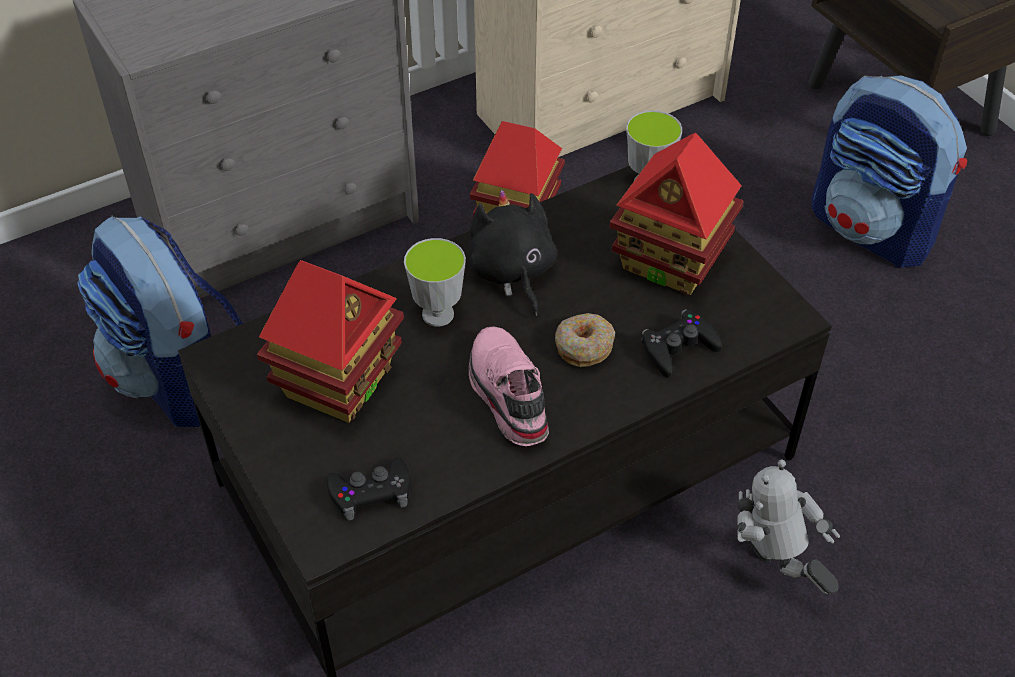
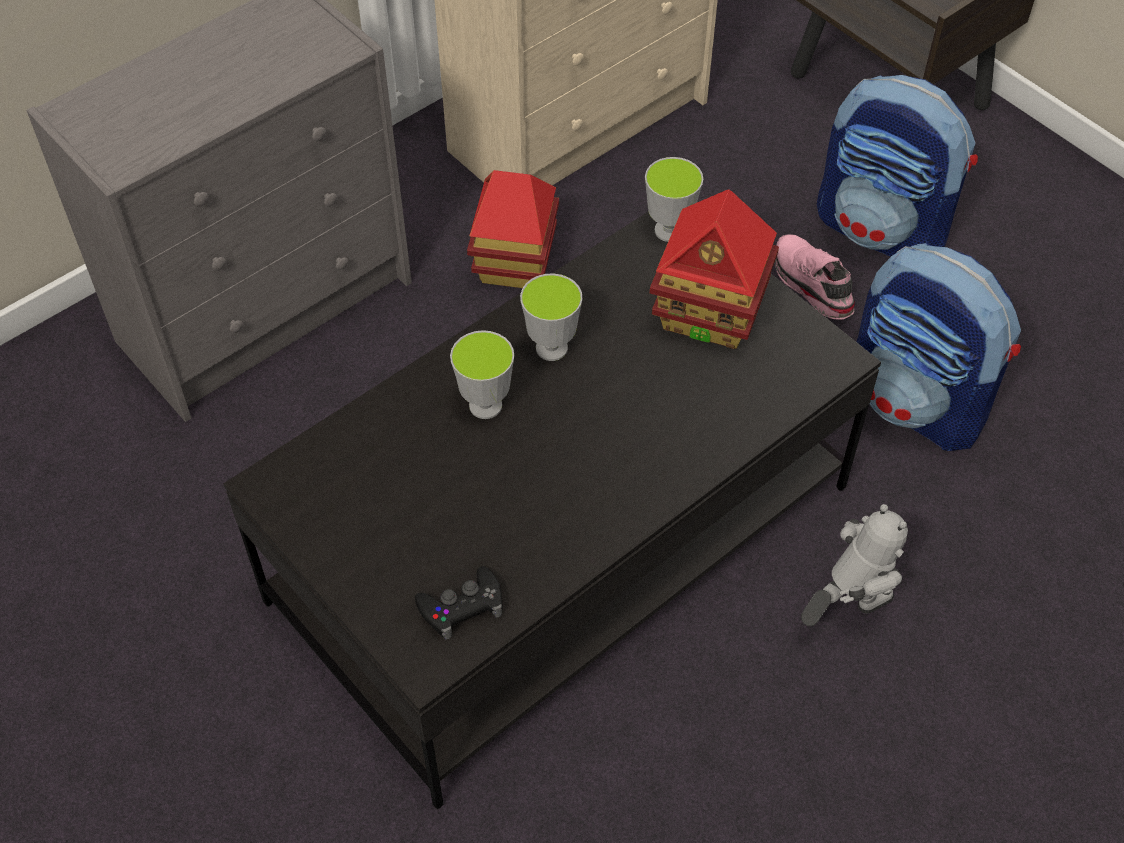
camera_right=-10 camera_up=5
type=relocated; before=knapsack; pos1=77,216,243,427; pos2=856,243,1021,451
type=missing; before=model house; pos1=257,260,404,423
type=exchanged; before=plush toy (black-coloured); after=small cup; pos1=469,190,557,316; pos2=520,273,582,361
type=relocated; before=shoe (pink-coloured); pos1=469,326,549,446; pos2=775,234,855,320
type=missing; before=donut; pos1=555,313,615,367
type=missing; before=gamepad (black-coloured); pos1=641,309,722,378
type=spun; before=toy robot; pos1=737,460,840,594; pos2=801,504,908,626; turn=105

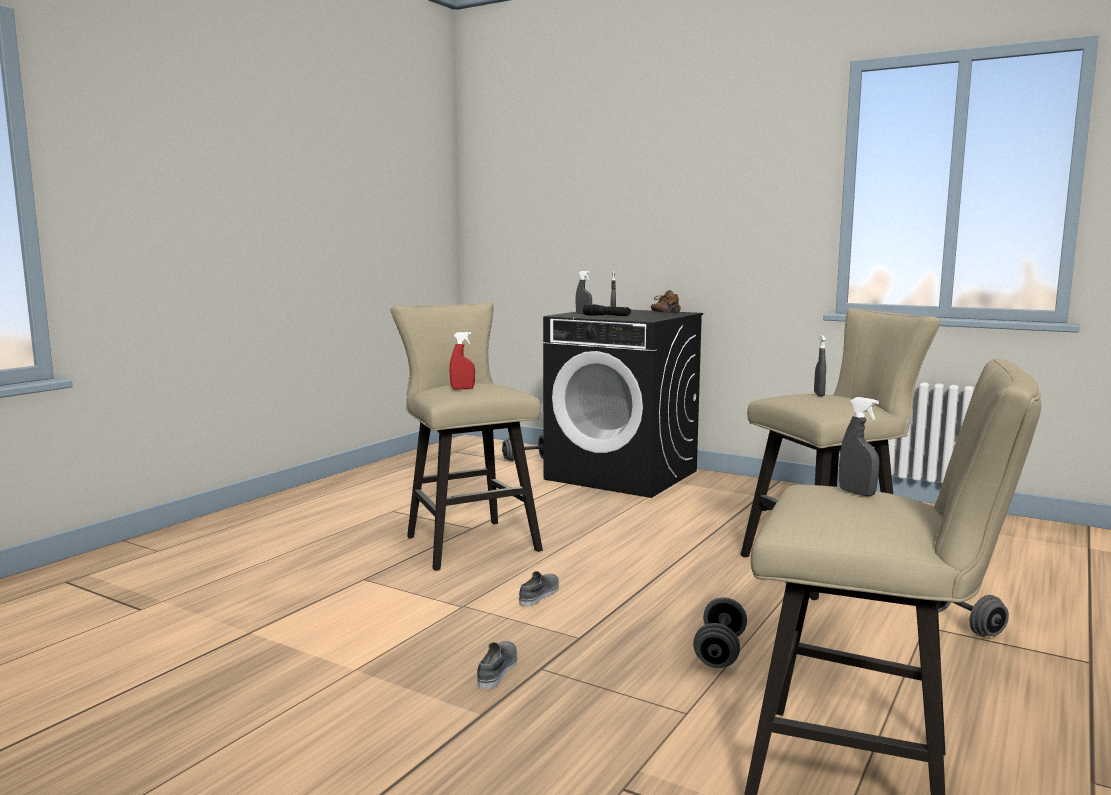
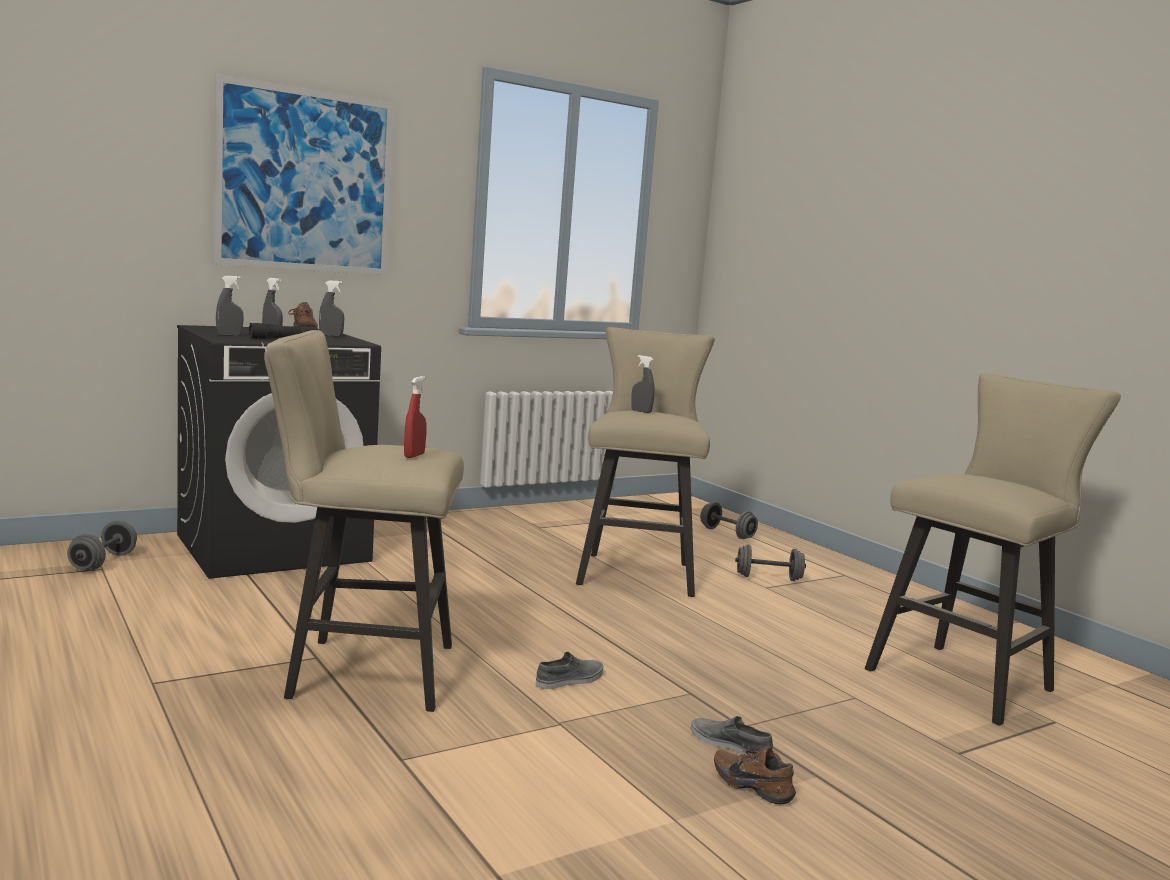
camera_right=-65 camera_up=0
type=spun; before=shoe (grey); pos1=519,571,559,607; pos2=536,652,603,689; turn=90
type=relocated; before=free weight (grey); pos1=693,597,747,668; pos2=700,502,758,539
type=relocated; before=hand sprayer (grey); pos1=839,397,879,496; pos2=319,280,344,337
type=appeared; after=picture; pos2=214,74,394,275
type=appeared; after=shoe (brownish); pos2=714,746,796,804

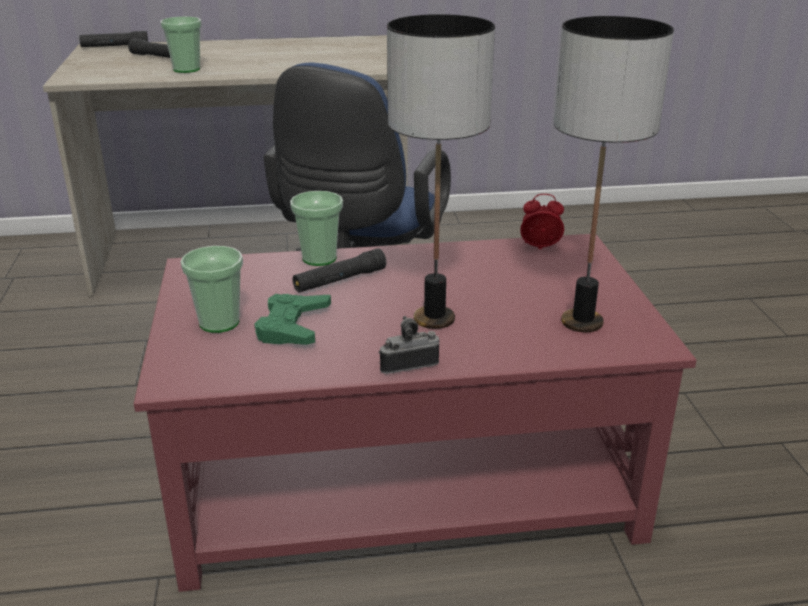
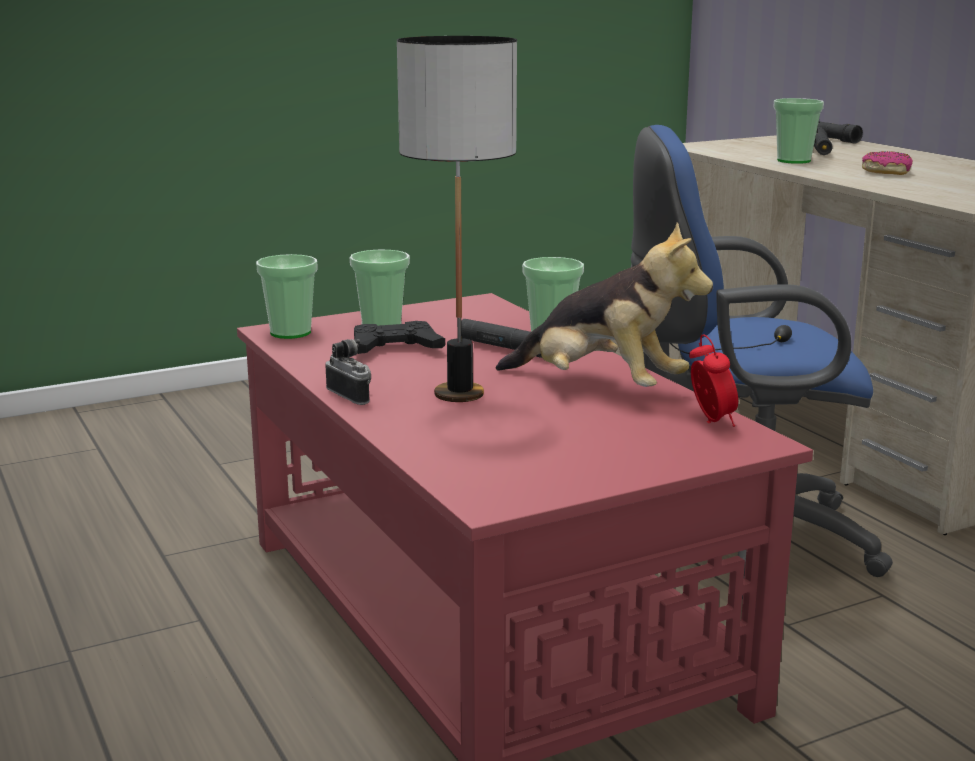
camera_right=70 camera_up=-10
type=colour; before=gamepad (green-coloured); after=gamepad (black-coloured); pos1=254,294,331,345; pos2=354,321,445,354
type=missing; before=table lamp; pos1=554,16,674,332
type=appeared; after=small cup; pos2=256,254,317,339
type=appeared; after=plush toy; pos2=496,222,713,387
type=appeared; after=donut; pos2=862,151,913,175

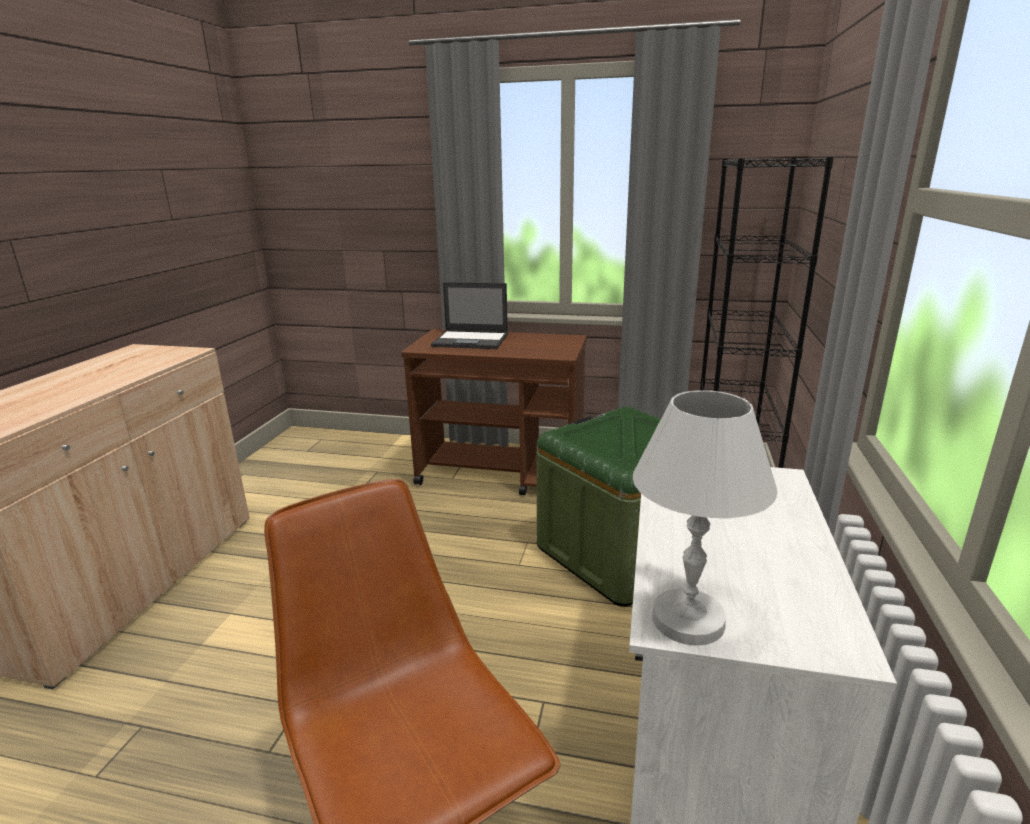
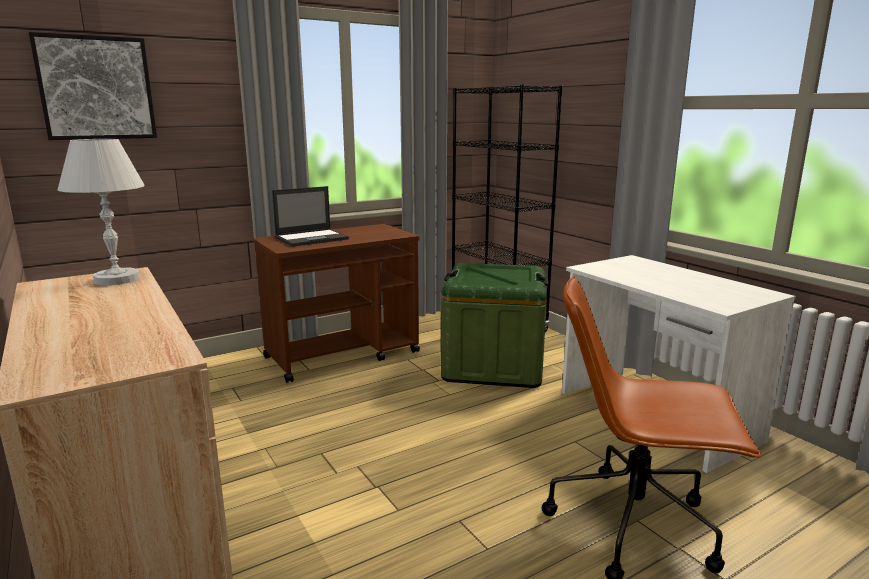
camera_right=-45 camera_up=-5
type=relocated; before=table lamp (white-coloured); pos1=633,390,777,646; pos2=58,139,145,285
type=appeared; after=picture; pos2=29,32,157,140

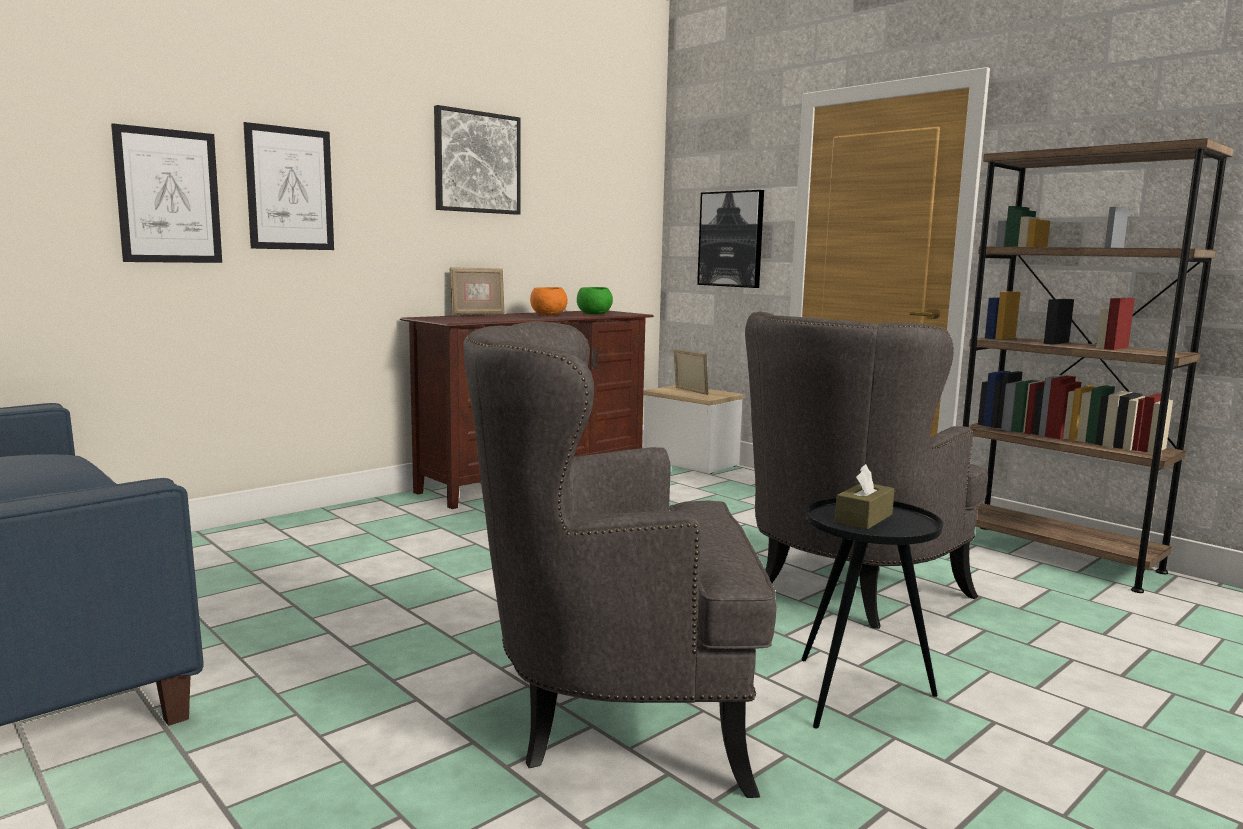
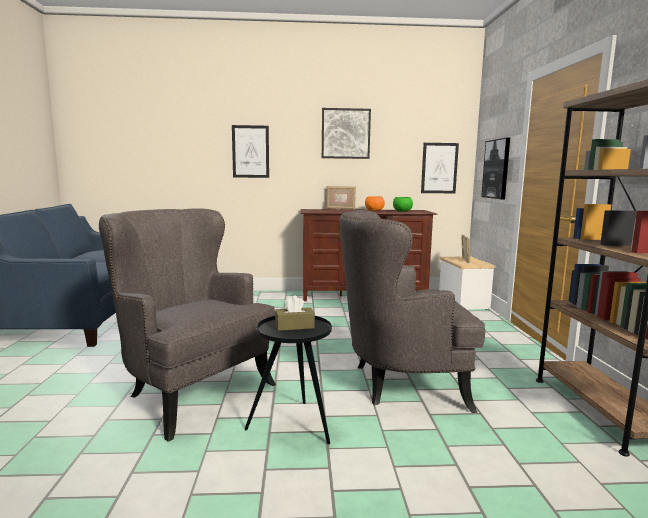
camera_right=40 camera_up=0
type=relocated; before=picture; pos1=111,123,222,263; pos2=421,143,459,193

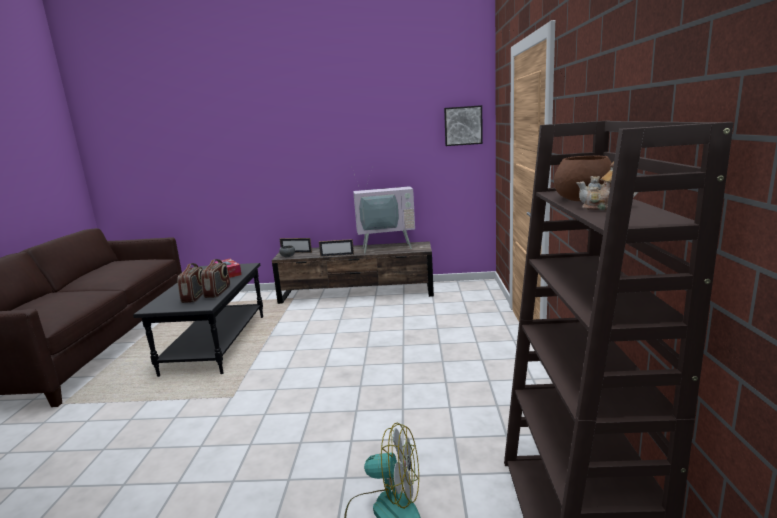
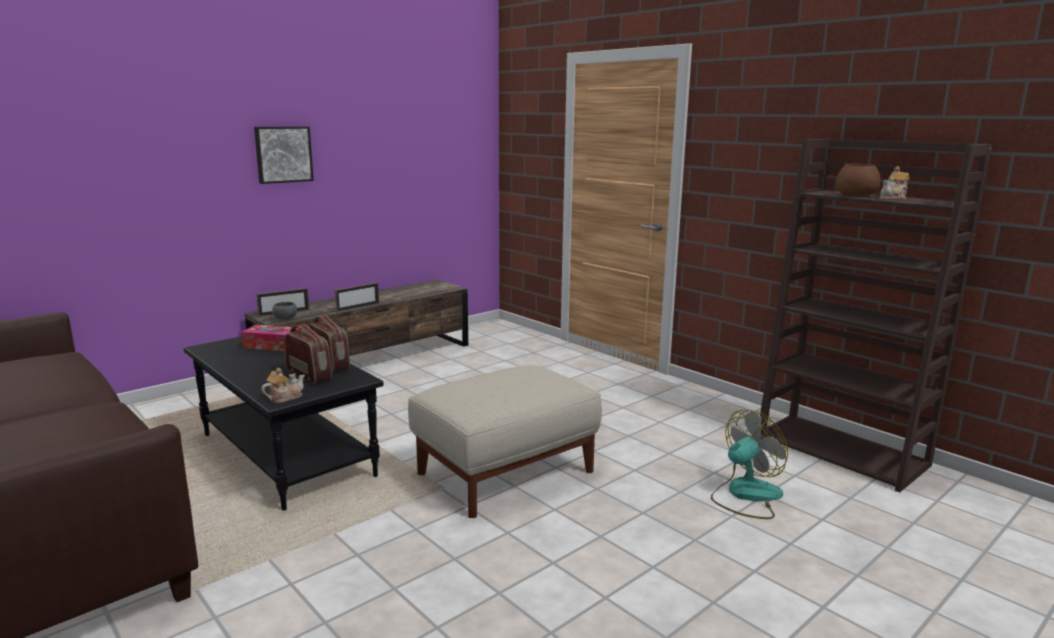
camera_right=-45 camera_up=0
type=missing; before=television; pos1=351,166,415,254
type=relocated; before=picture; pos1=444,105,483,146; pos2=254,126,314,184
type=appeared; after=teapot; pos2=261,368,305,403
type=appeared; after=pouffe (beige); pos2=408,365,602,518

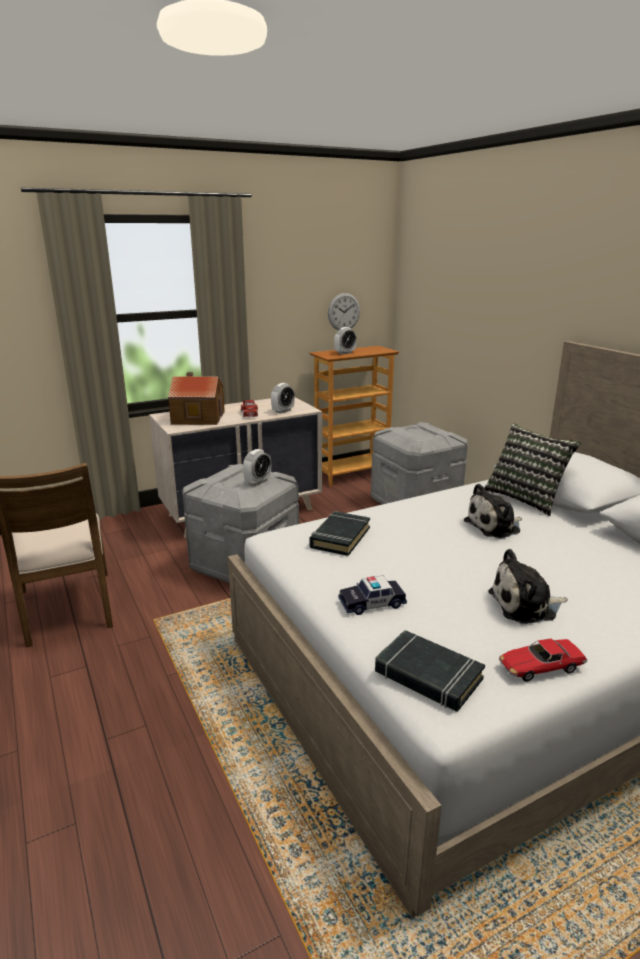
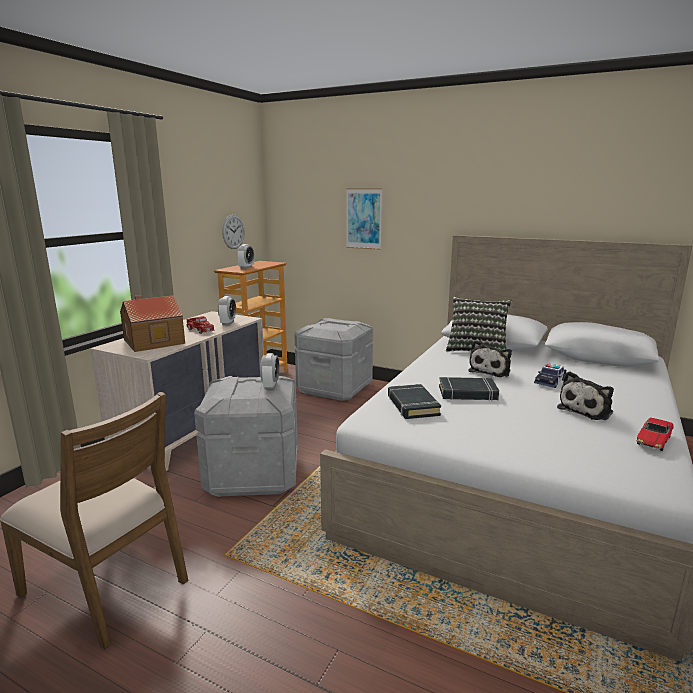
camera_right=-35 camera_up=-5
type=relocated; before=toy car; pos1=338,576,407,615; pos2=534,363,566,388
type=relocated; before=book (black-coloured); pos1=375,630,485,712; pos2=439,377,499,401
type=appeared; after=picture; pos2=346,188,382,250

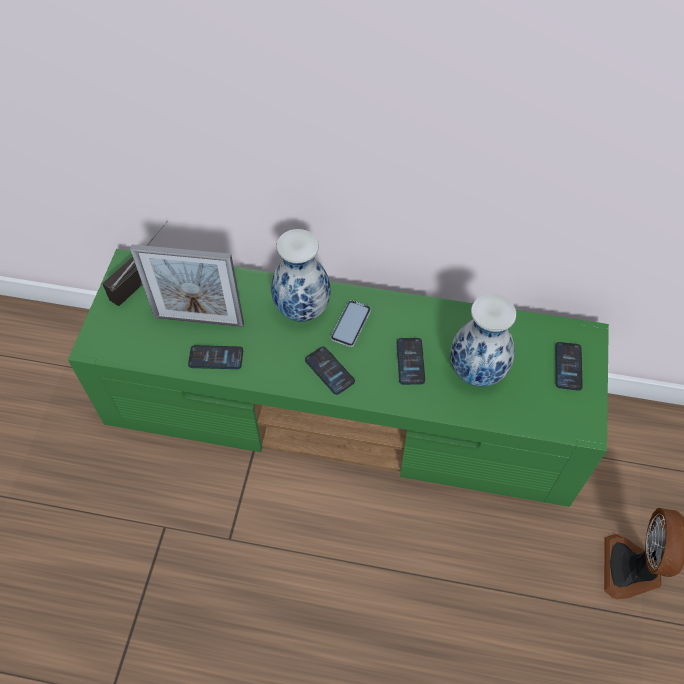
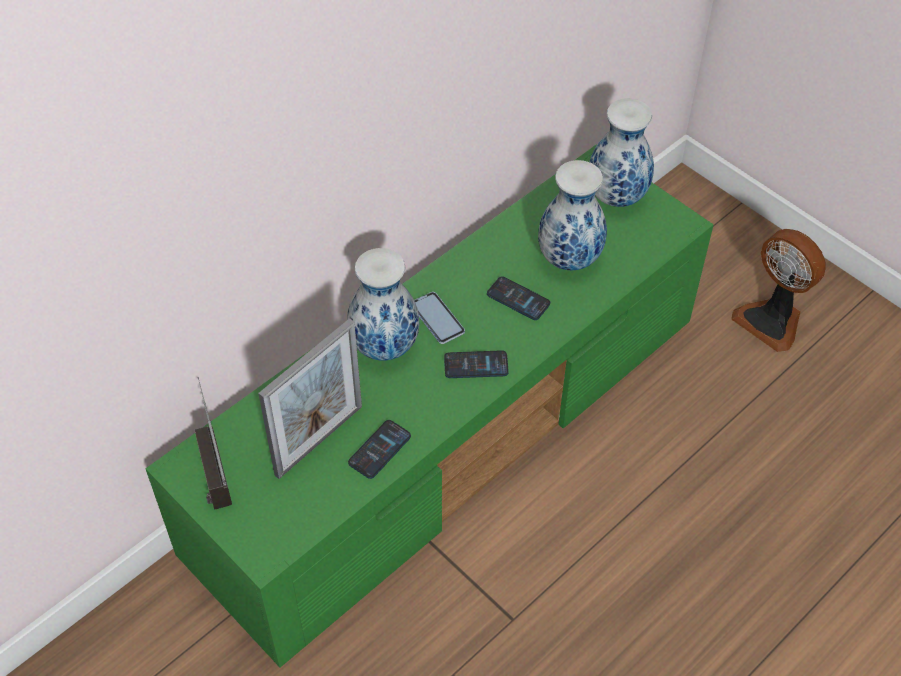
camera_right=-55 camera_up=-5
type=exchanged; before=phone; after=vase; pos1=555,342,583,391; pos2=589,98,654,207

